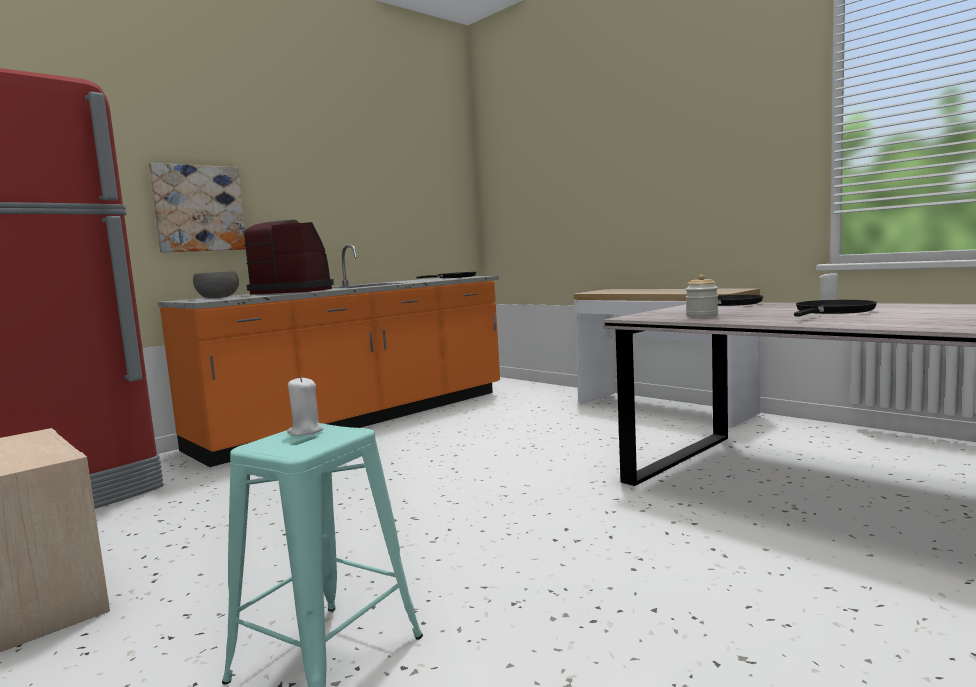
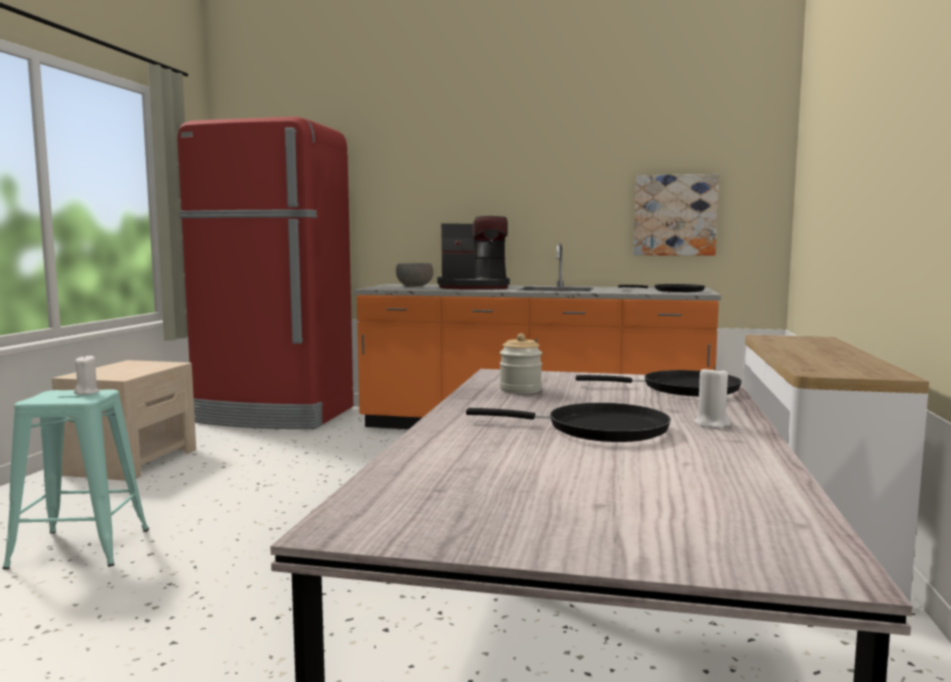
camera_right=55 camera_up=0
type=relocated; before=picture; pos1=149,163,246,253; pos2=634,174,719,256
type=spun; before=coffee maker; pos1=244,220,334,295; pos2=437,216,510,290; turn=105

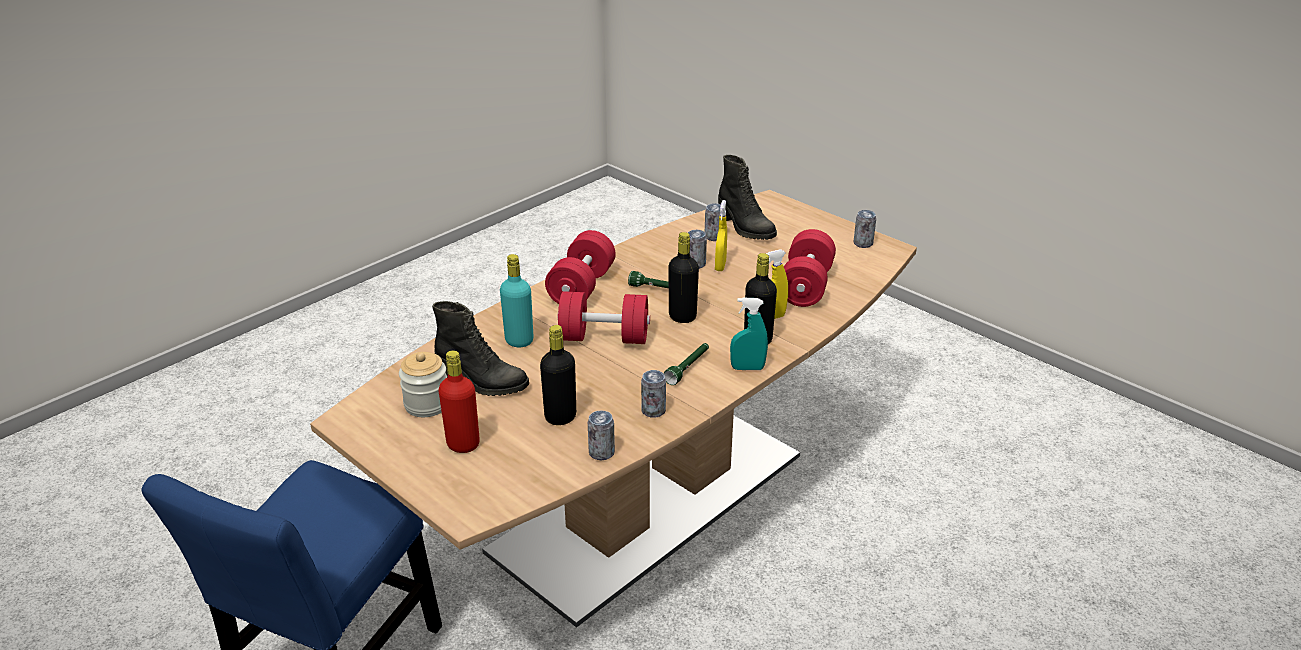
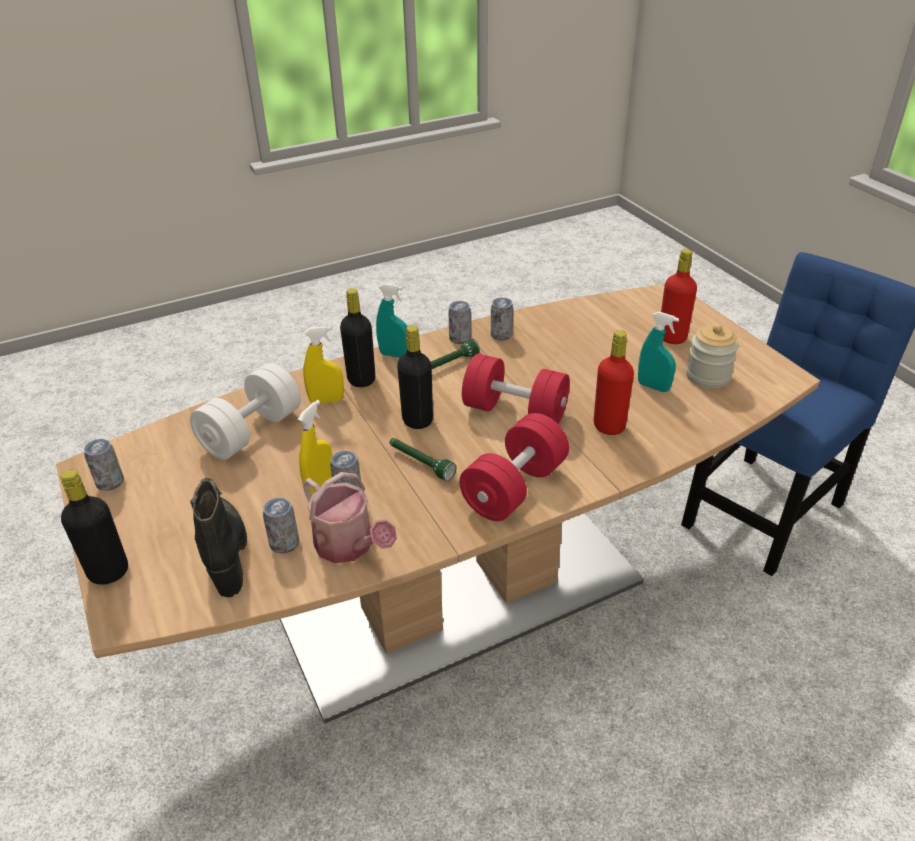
camera_right=-160 camera_up=5
type=exchanged; before=tall boot (black-coloured); after=hand sprayer (turquoise); pos1=432,301,529,396; pos2=638,312,679,392
type=colour; before=drink bottle (turquoise); after=drink bottle (red-coloured); pos1=500,254,534,347; pos2=594,330,634,435
type=relocated; before=drink bottle (black-coloured); pos1=540,325,576,425; pos2=60,470,128,585
type=relocated; before=metal can; pos1=588,410,615,460; pos2=448,301,471,344
type=colour; before=free weight (red-coloured); after=free weight (white-coloured); pos1=784,229,836,307; pos2=190,363,301,460
type=appeared; after=watering can; pos2=303,472,397,563

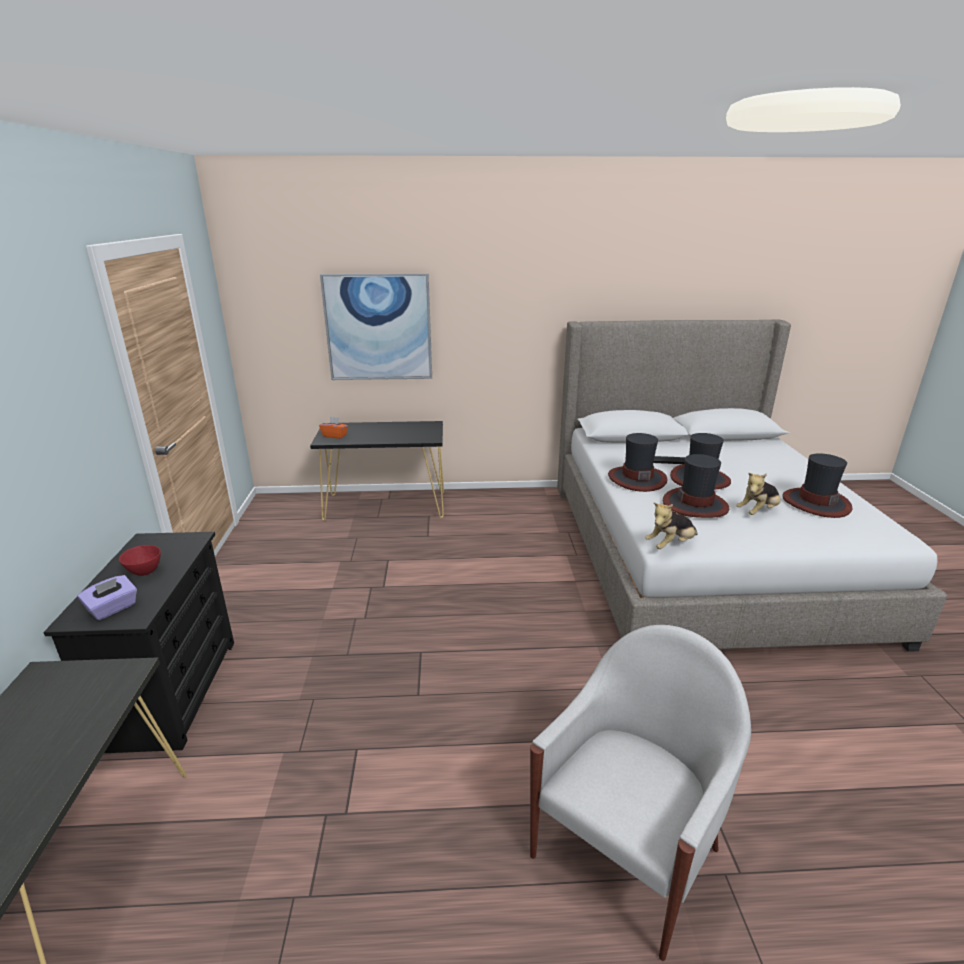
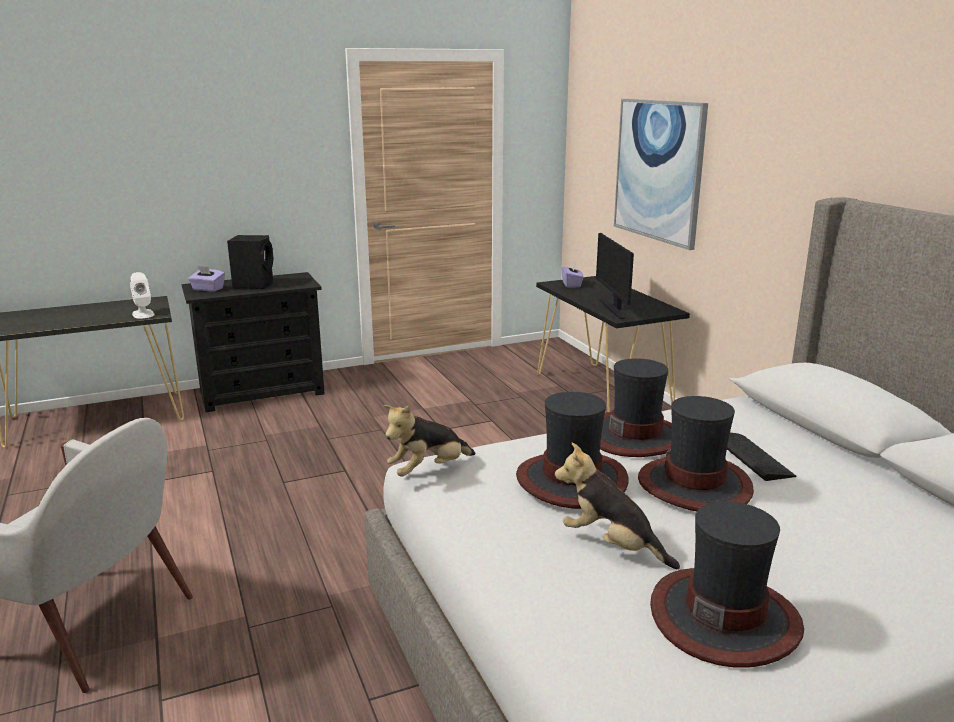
camera_right=70 camera_up=-5
type=exchanged; before=bowl (red-coloured); after=speaker (black-coloured); pos1=119,545,161,576; pos2=227,235,273,289
type=colour; before=tissue box (orange); after=tissue box (purple); pos1=319,417,348,439; pos2=562,262,584,288
type=spun; before=plush toy; pos1=645,503,697,549; pos2=384,405,475,477; turn=-75
type=appeared; after=speaker (white-coloured); pos2=130,272,155,319
type=appeared; after=monitor; pos2=596,233,634,319

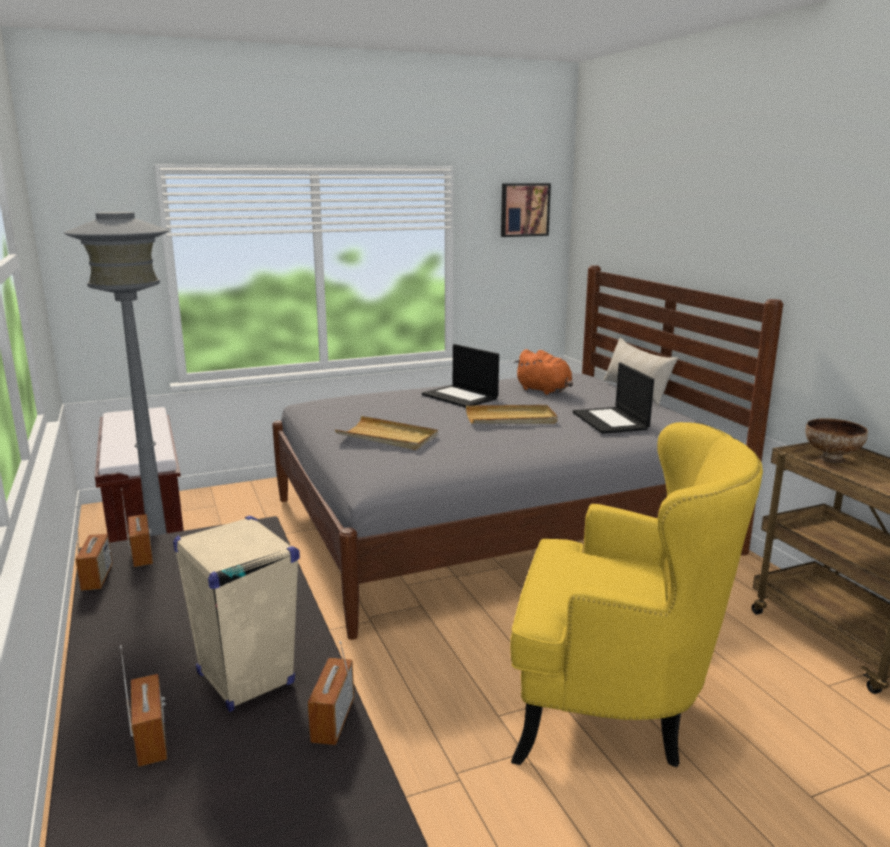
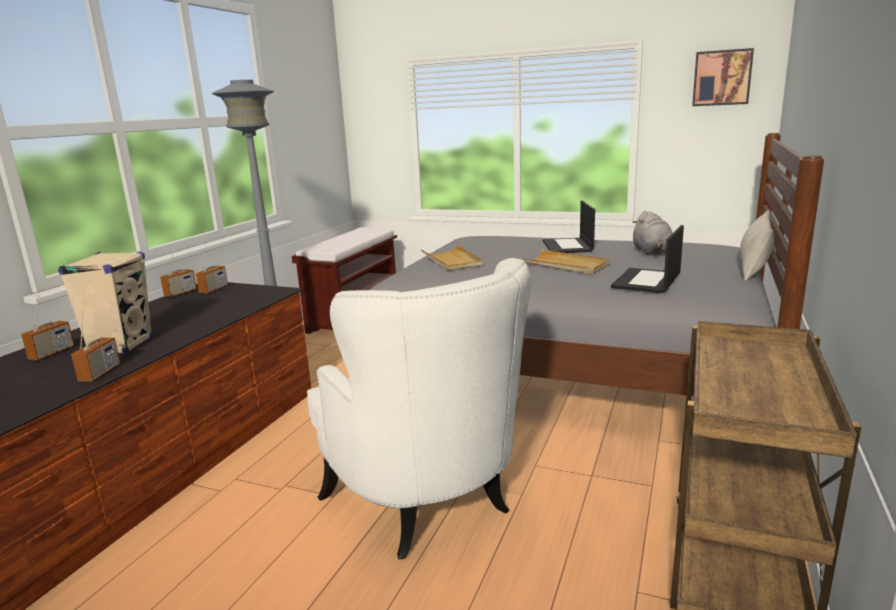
camera_right=45 camera_up=0
type=spun; before=radio receiver; pos1=308,641,354,745; pos2=71,311,121,382; turn=135
type=colour; before=armchair (yellow); after=armchair (white-coloured); pos1=510,422,763,768; pos2=307,258,531,560
type=colour; before=plush toy (orange); after=plush toy (grey); pos1=514,349,573,395; pos2=632,211,672,255
type=missing; before=bowl; pos1=805,418,868,463

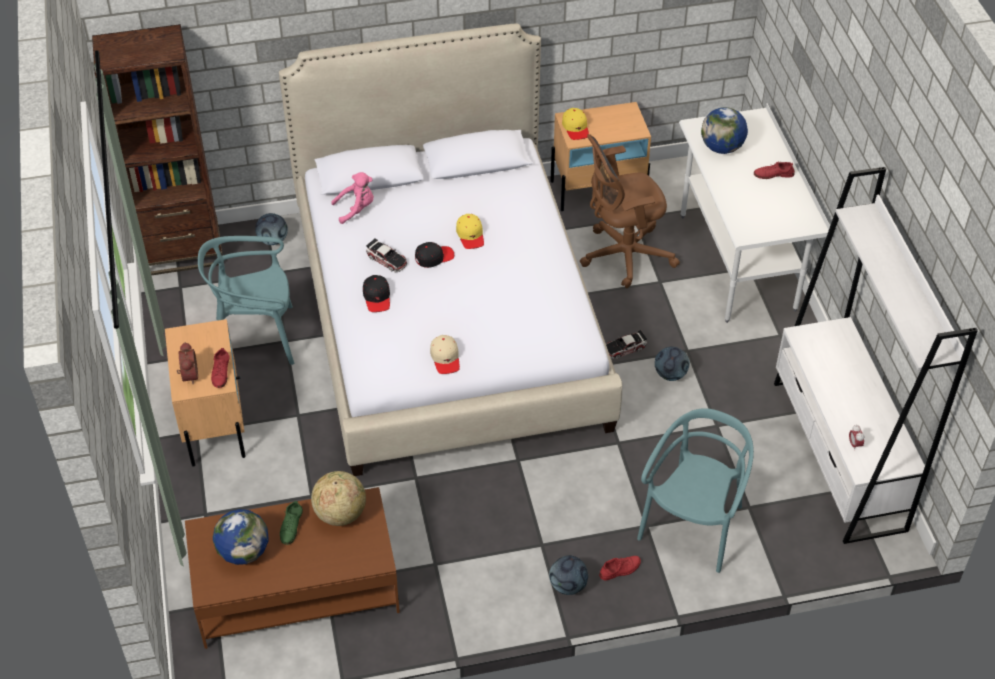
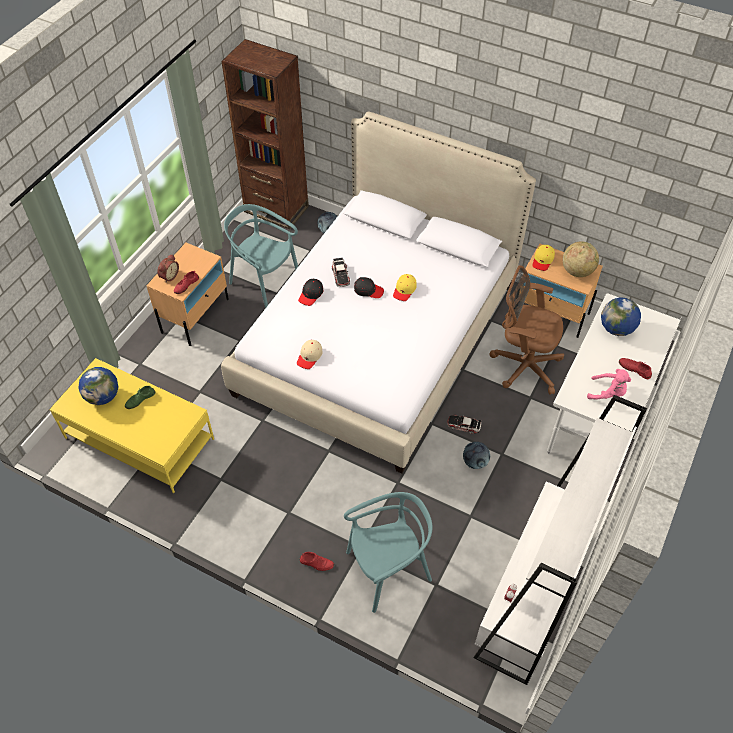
camera_right=40 camera_up=5
type=colour; before=coffee table (brownish); after=coffee table (yellow); pos1=185,487,400,649; pos2=49,358,214,493
type=relocated; before=desk globe; pos1=311,471,366,526; pos2=563,241,599,277
type=relocated; before=plush toy (pink-coloured); pos1=331,172,374,224; pos2=587,369,631,399
type=missing; before=football ball; pos1=549,555,588,595

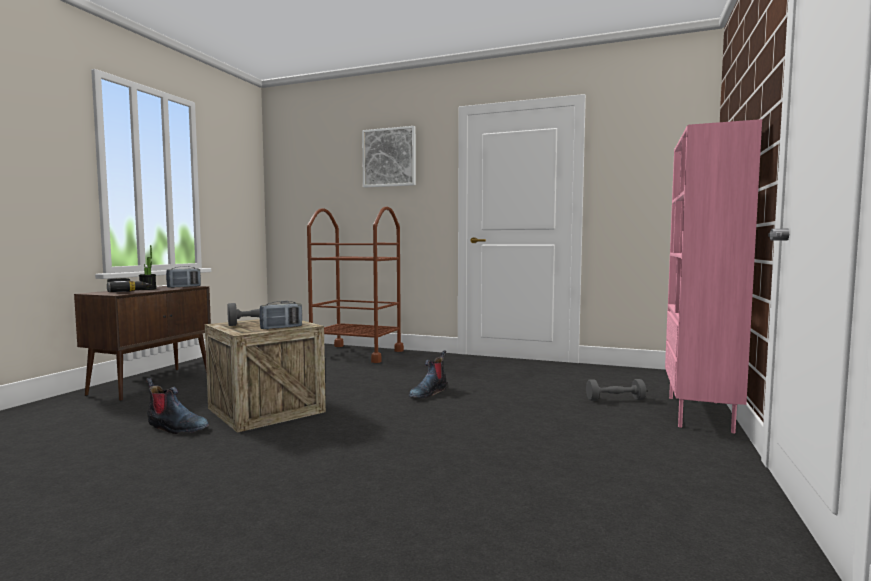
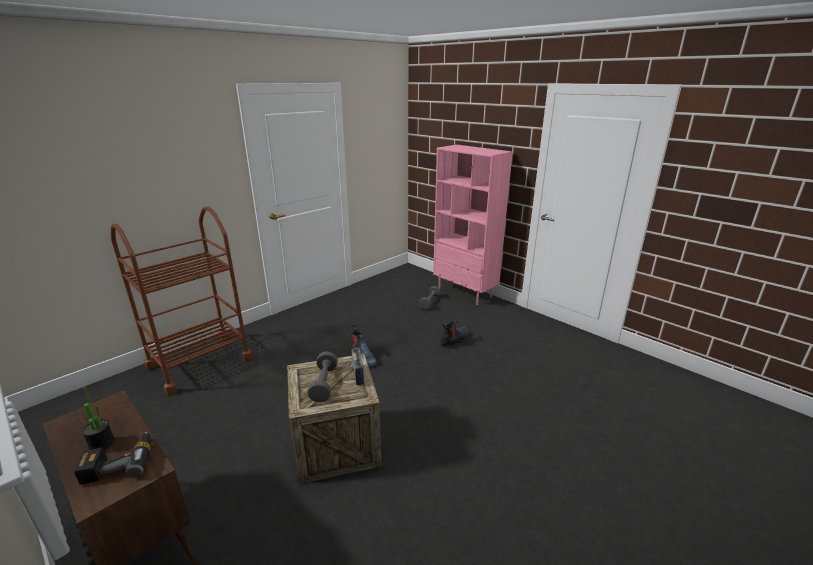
camera_right=-65 camera_up=20
type=relocated; before=tall boot; pos1=146,378,209,434; pos2=440,319,469,347
type=missing; before=radio receiver; pos1=166,266,201,288
type=missing; before=picture; pos1=362,126,416,187

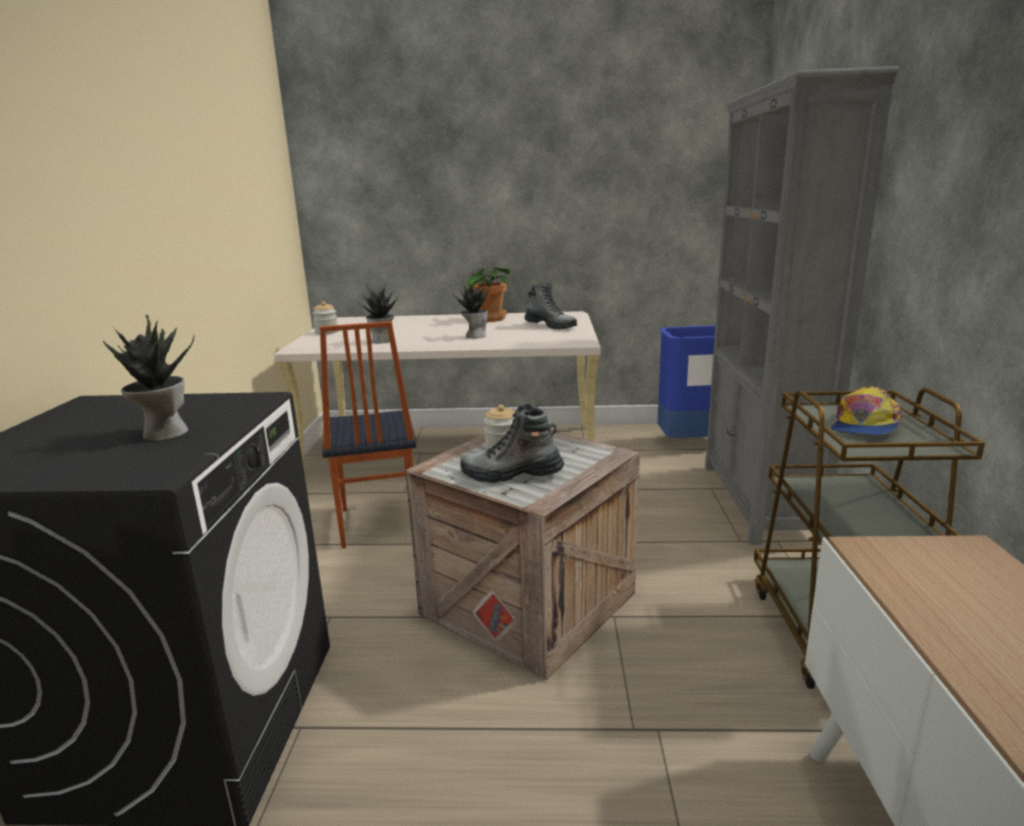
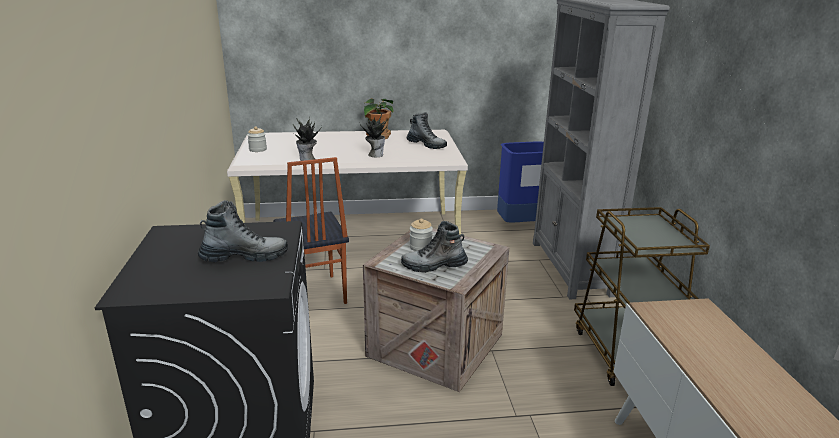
camera_right=-10 camera_up=5
type=exchanged; before=houseplant; after=tall boot; pos1=103,314,194,441; pos2=198,200,288,262
type=missing; before=cap; pos1=831,387,903,435

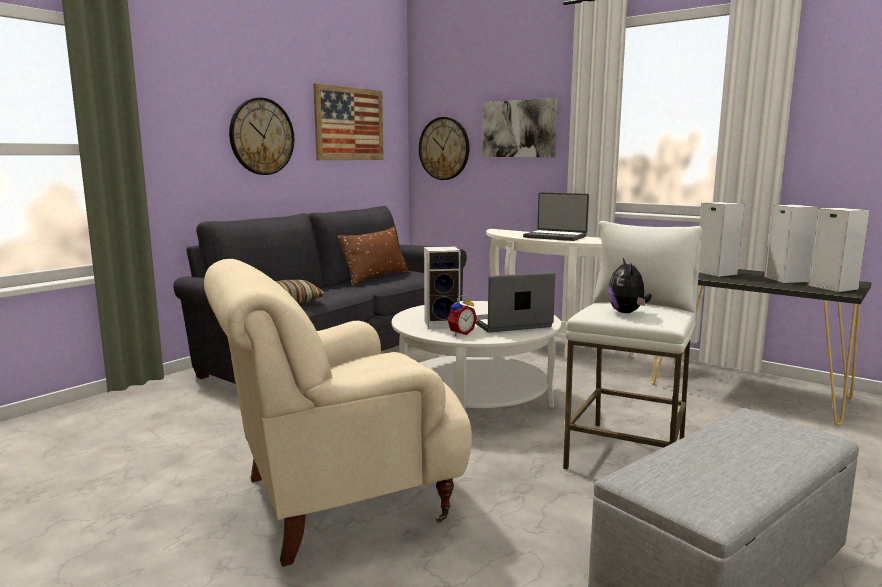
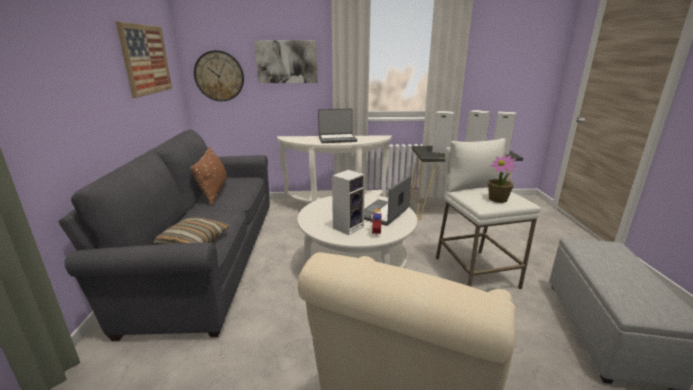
camera_right=-40 camera_up=10
type=missing; before=wall clock; pos1=229,98,294,175
type=exchanged; before=plush toy; after=houseplant; pos1=608,259,652,313; pos2=488,155,517,203

